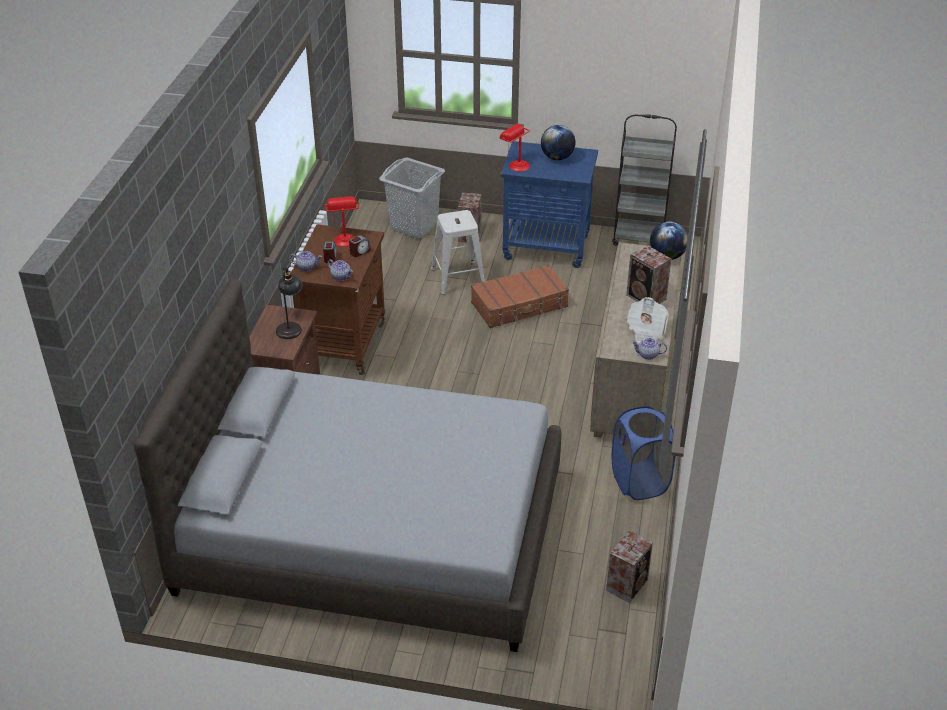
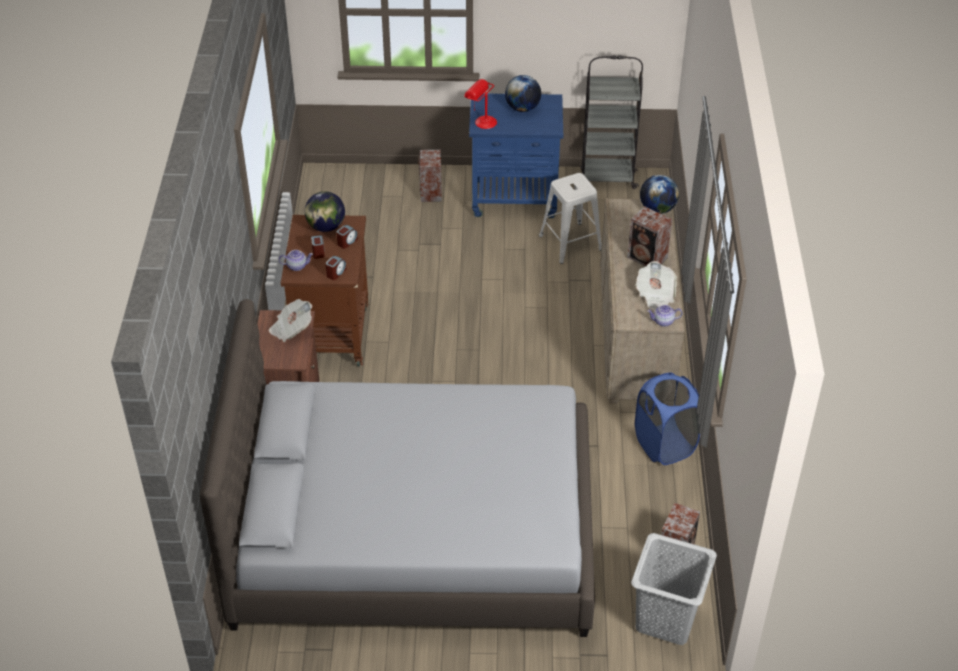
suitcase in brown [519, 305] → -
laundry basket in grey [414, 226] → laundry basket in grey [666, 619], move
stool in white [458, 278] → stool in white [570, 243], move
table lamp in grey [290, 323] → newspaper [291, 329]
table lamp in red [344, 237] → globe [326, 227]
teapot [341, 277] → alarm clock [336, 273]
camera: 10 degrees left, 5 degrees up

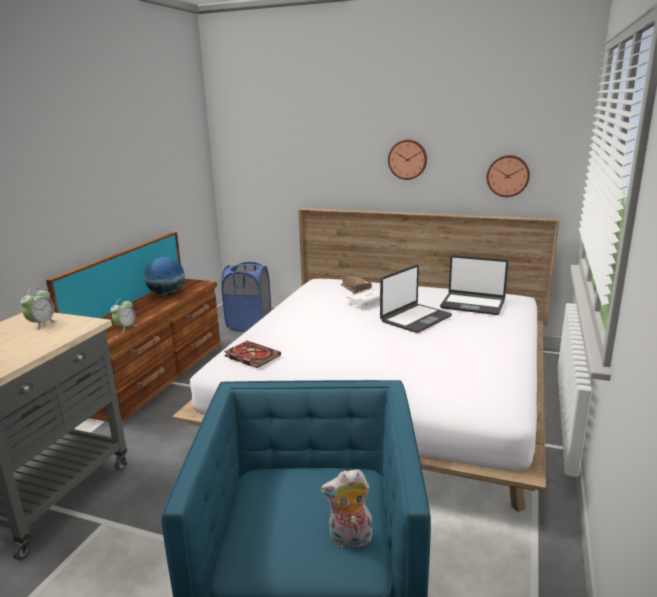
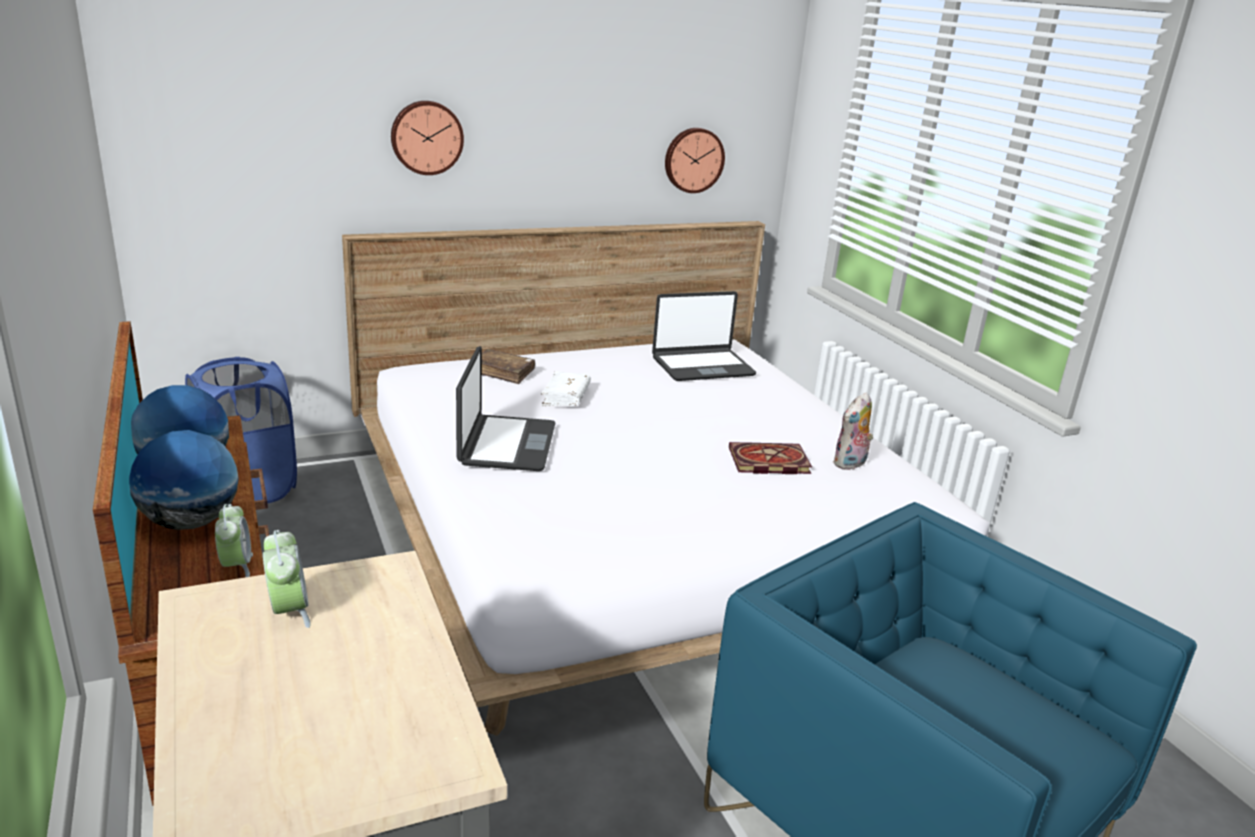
- → globe [191, 522]
book [250, 356] → book [767, 462], move
plush toy [349, 540] → plush toy [850, 464], move
laptop [415, 319] → laptop [506, 445], move
wall clock [407, 159] → wall clock [426, 137], move
camera: 45 degrees left, 5 degrees up

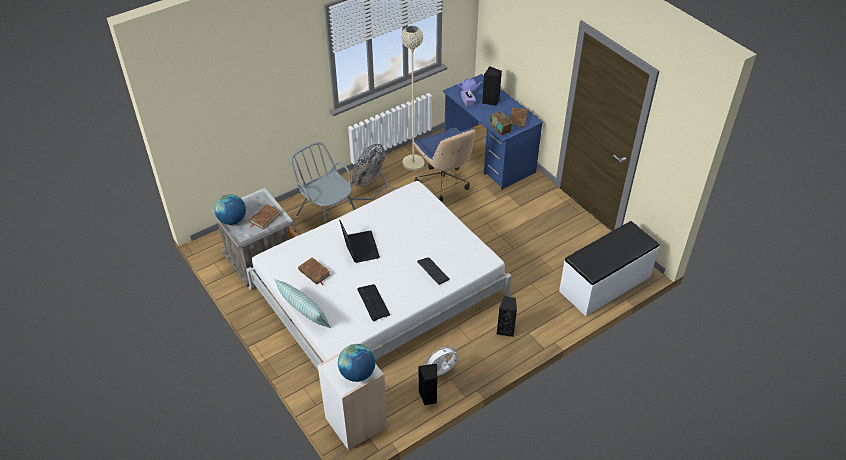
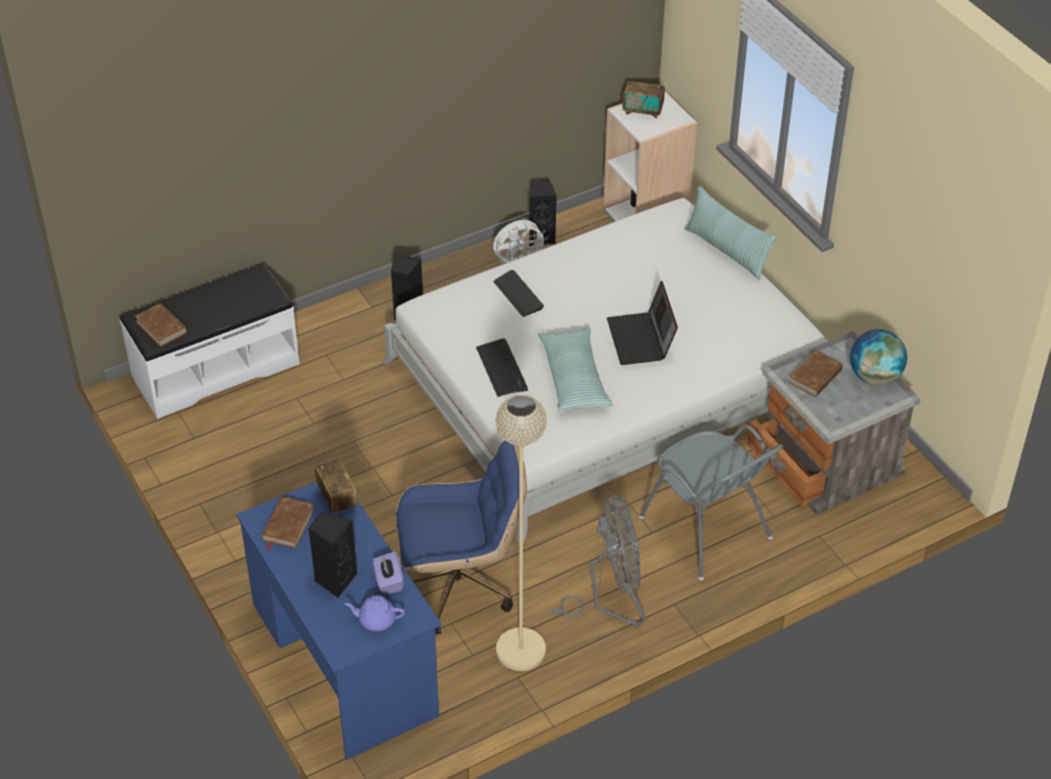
- → pillow [574, 378]
book in brown [314, 272] → book in brown [161, 327], move
keyboard [373, 302] → keyboard [502, 368], move
globe [357, 373] → radio [642, 110]
fan in grey [375, 189] → fan in grey [609, 589], 45 degrees counterclockwise
office chair in blue [443, 184] → office chair in blue [461, 590], 105 degrees clockwise
camera: 175 degrees left, 0 degrees up

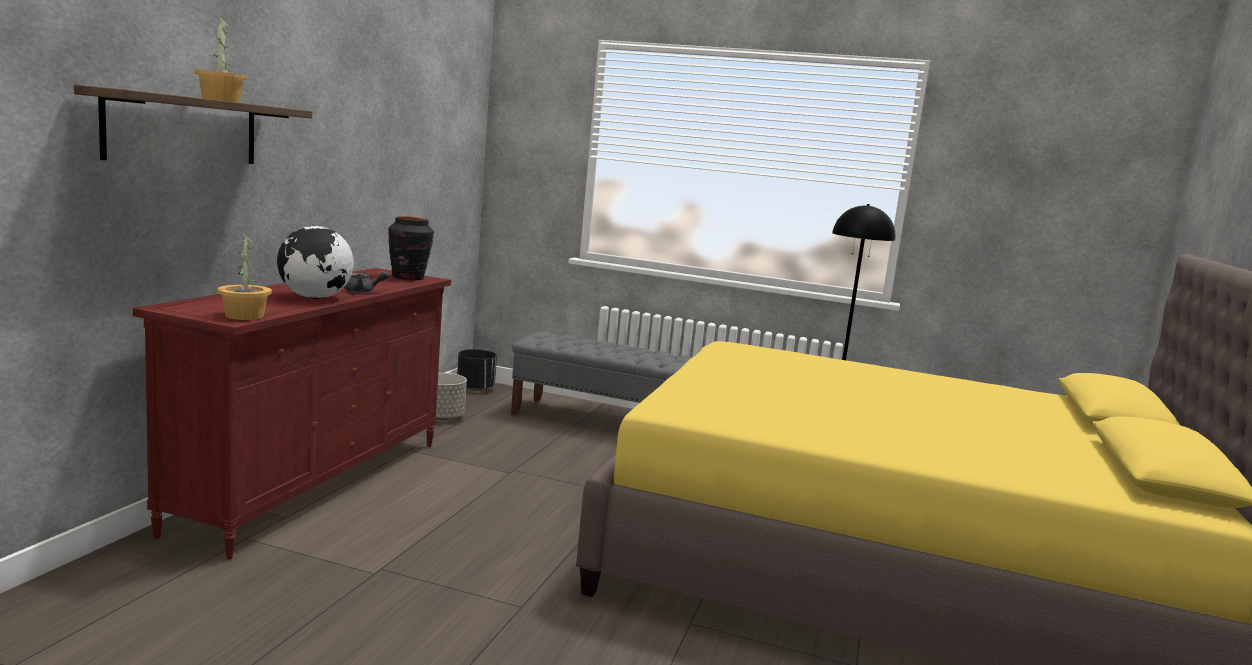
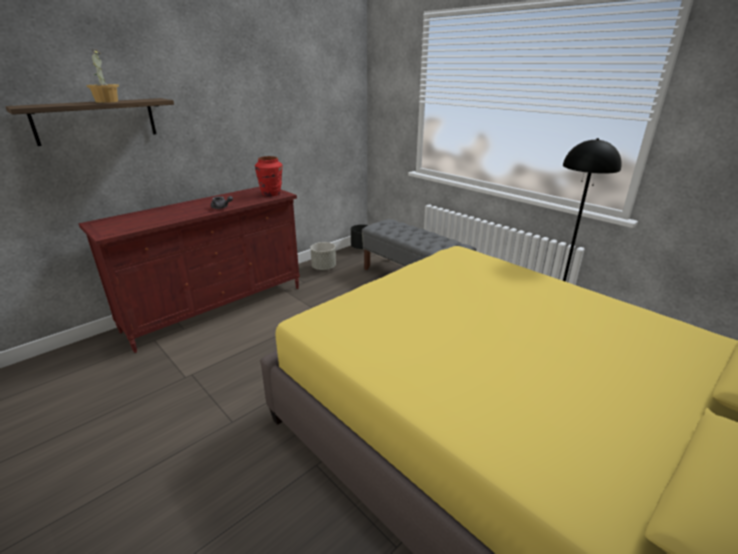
potted plant [243, 316] → -
globe [315, 298] → -
vase in black [408, 278] → vase in red [271, 194]
camera: 30 degrees right, 15 degrees up

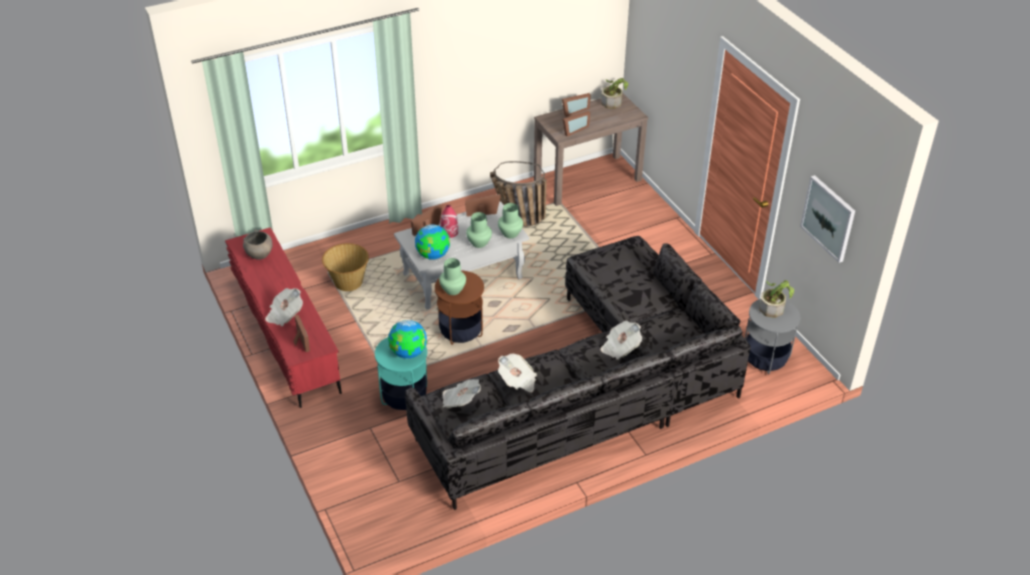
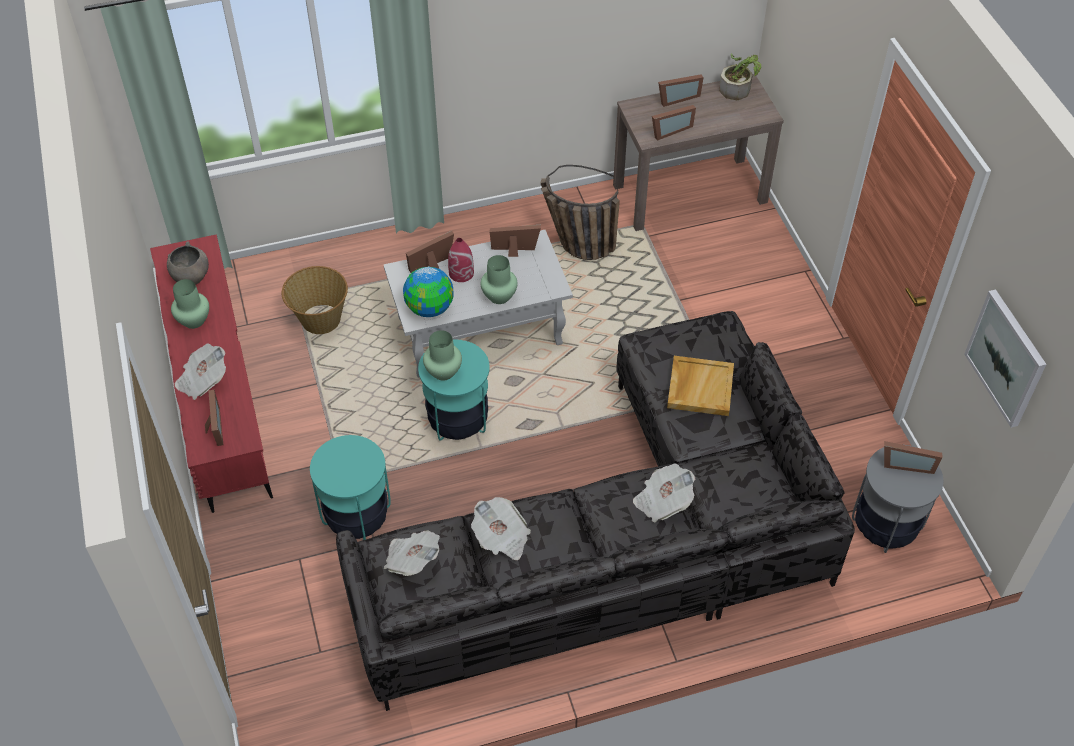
globe [408, 352] → -
- → tray in beige [699, 387]
vase in green [510, 233] → vase in green [194, 320], move
potted plant [774, 307] → picture frame [906, 463]
side table in brown [460, 332] → side table in turquoise [457, 420]
camera: 10 degrees right, 10 degrees up

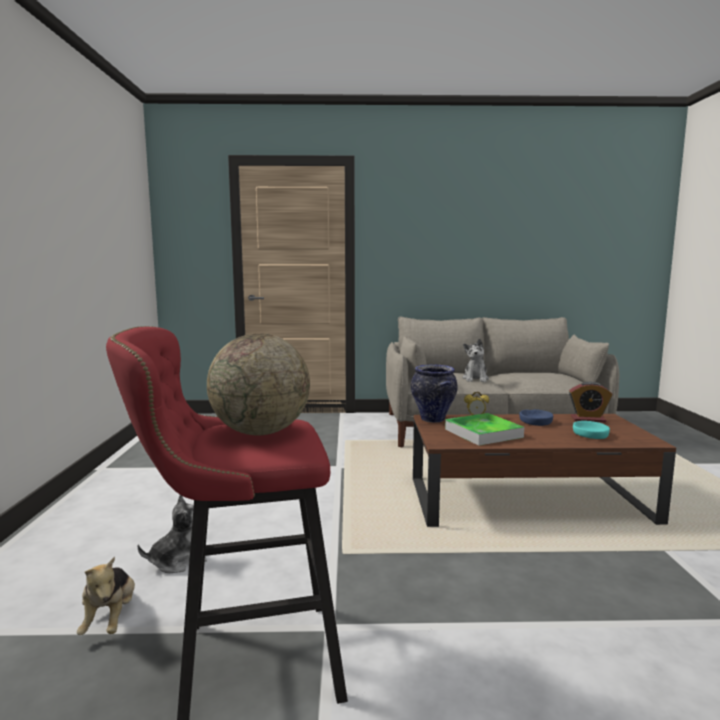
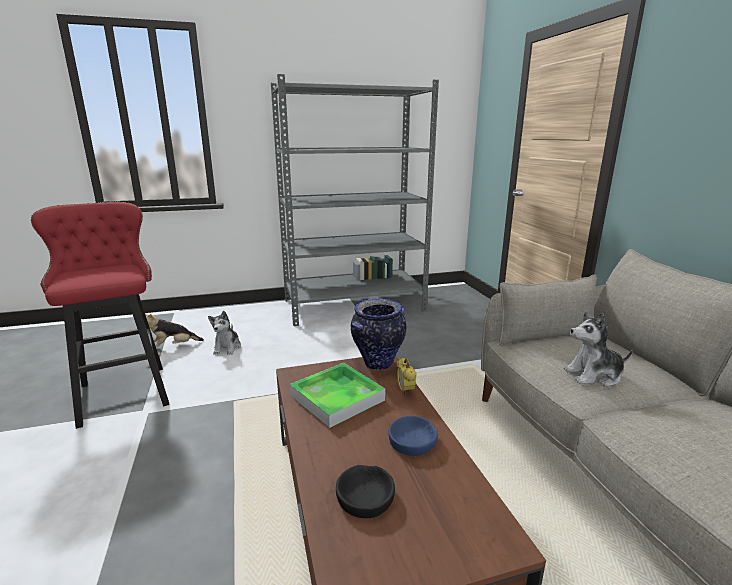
globe [261, 432] → -
alarm clock [588, 419] → -
- → bookcase in grey [354, 305]
bowl in turquoise [590, 434] → bowl in black [365, 497]
plush toy [178, 561] → plush toy [227, 347], 45 degrees clockwise
camera: 75 degrees right, 10 degrees up

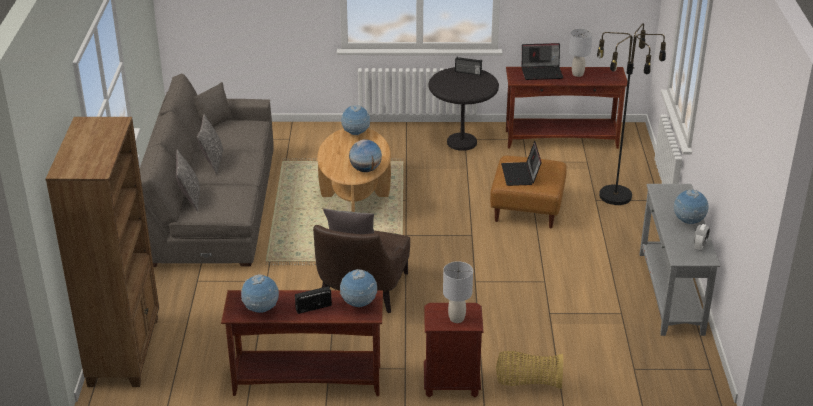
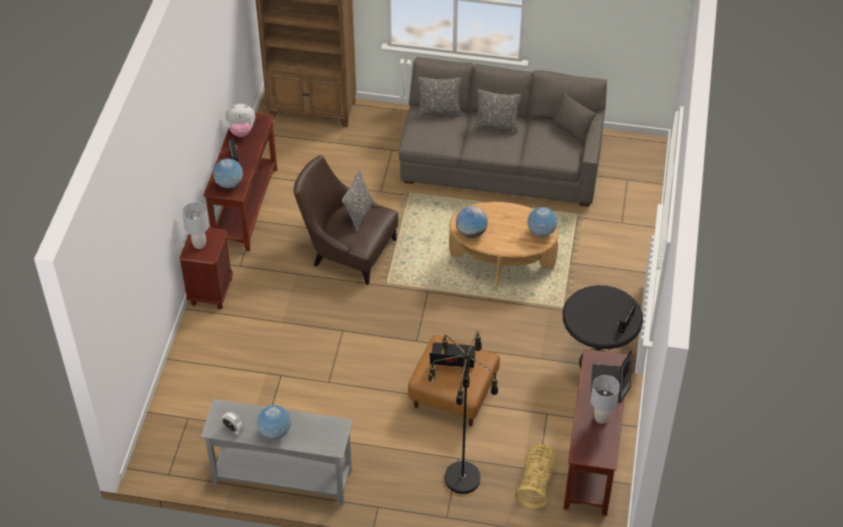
basket [528, 382] → basket [536, 483], move
globe [261, 310] → plush toy [242, 131]
camera: 100 degrees right, 15 degrees up

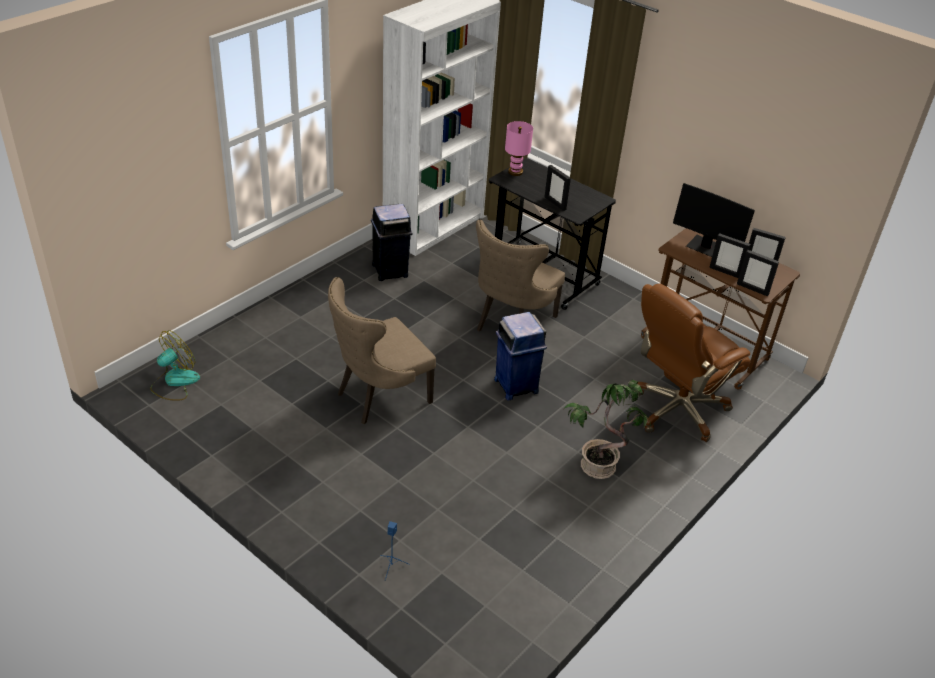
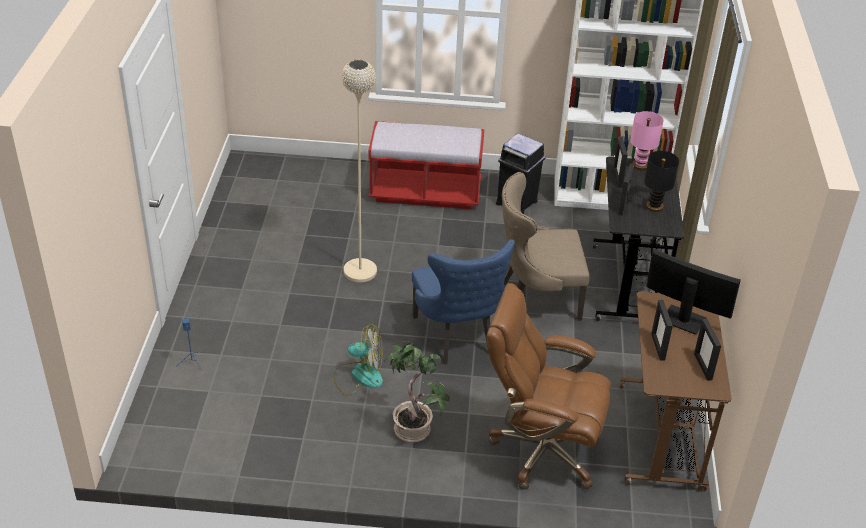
- → bench in red [425, 192]
- → table lamp in black [654, 207]
fan [174, 382] → fan [359, 375], move
picture frame [753, 288] → picture frame [618, 178], move
chair in beige [379, 396] → floor lamp in beige [360, 271]
trash can in blue [516, 385] → chair in blue [458, 336]
monitor [705, 247] → monitor [683, 320], 120 degrees clockwise
camera: 55 degrees right, 0 degrees up

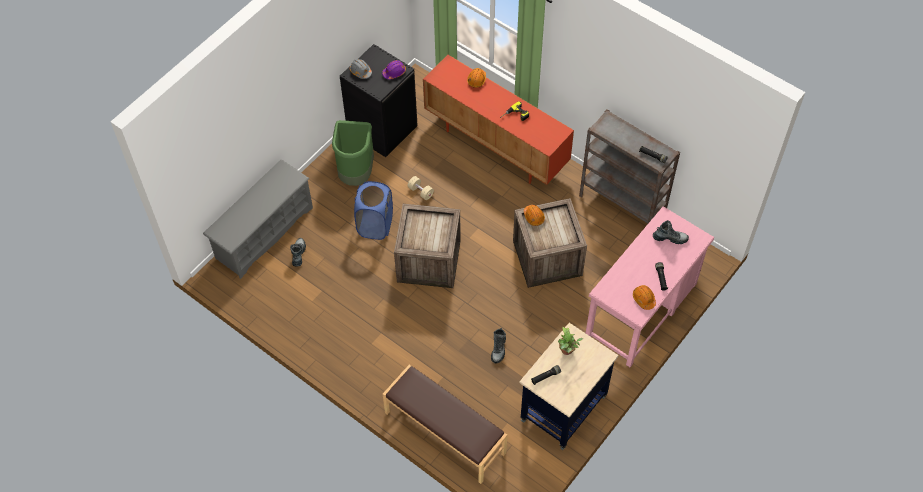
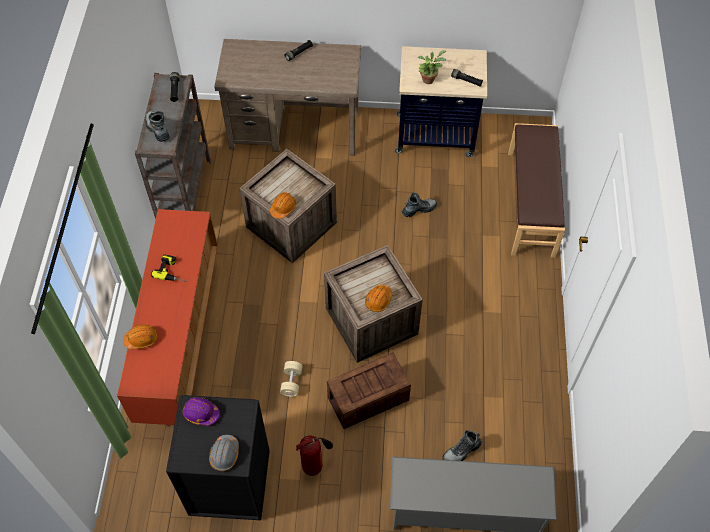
hard hat in orange [643, 299] → hard hat in orange [378, 300], move
boot [670, 238] → boot [157, 129], move
trash can in green [356, 174] → fire extinguisher [314, 465]
laundry basket in blue [375, 225] → crate [367, 399]
desk in pink [641, 311] → desk in brown [295, 130]
camera: 125 degrees left, 0 degrees up

